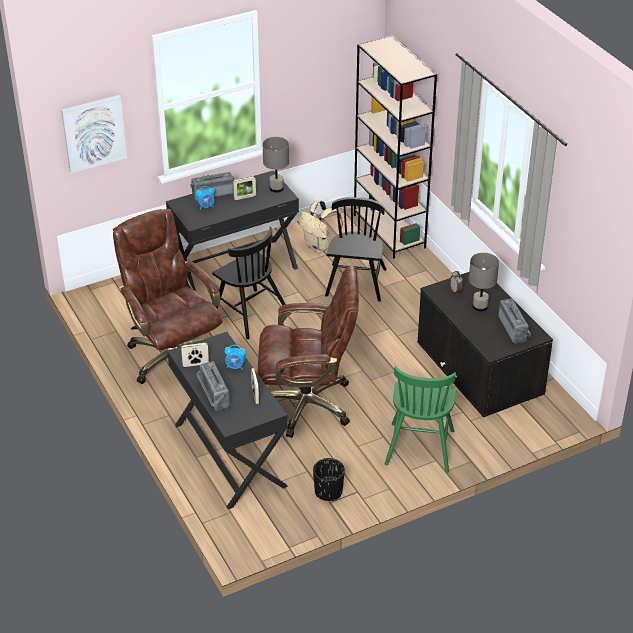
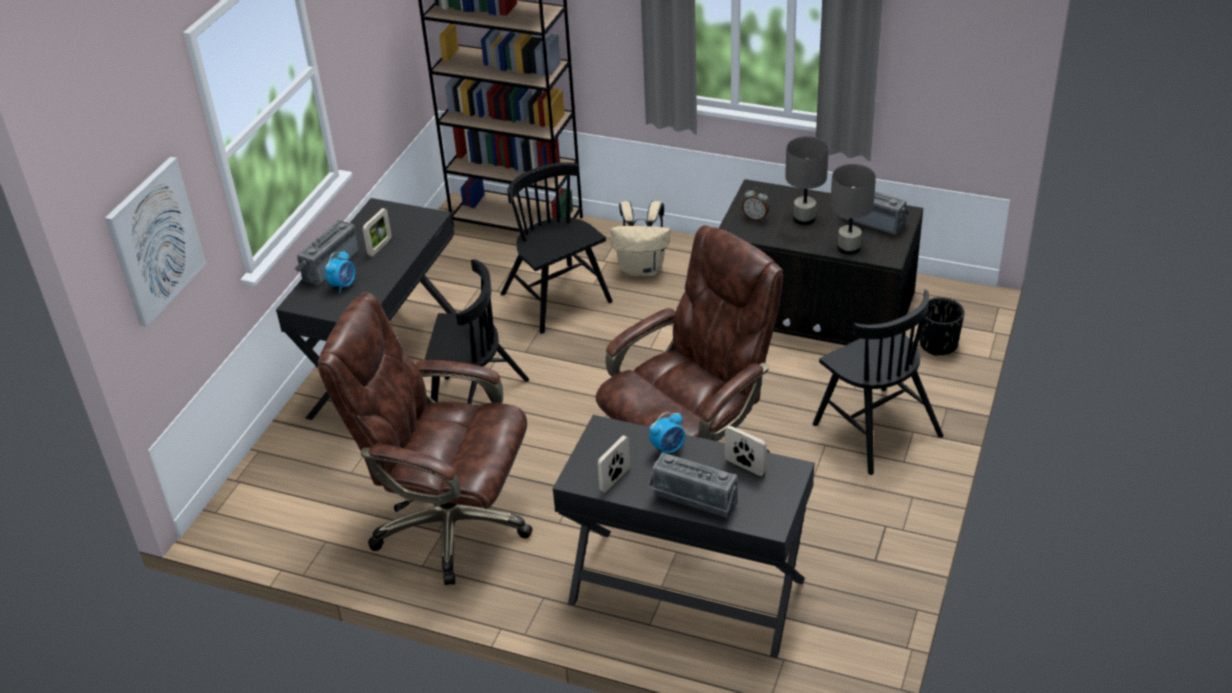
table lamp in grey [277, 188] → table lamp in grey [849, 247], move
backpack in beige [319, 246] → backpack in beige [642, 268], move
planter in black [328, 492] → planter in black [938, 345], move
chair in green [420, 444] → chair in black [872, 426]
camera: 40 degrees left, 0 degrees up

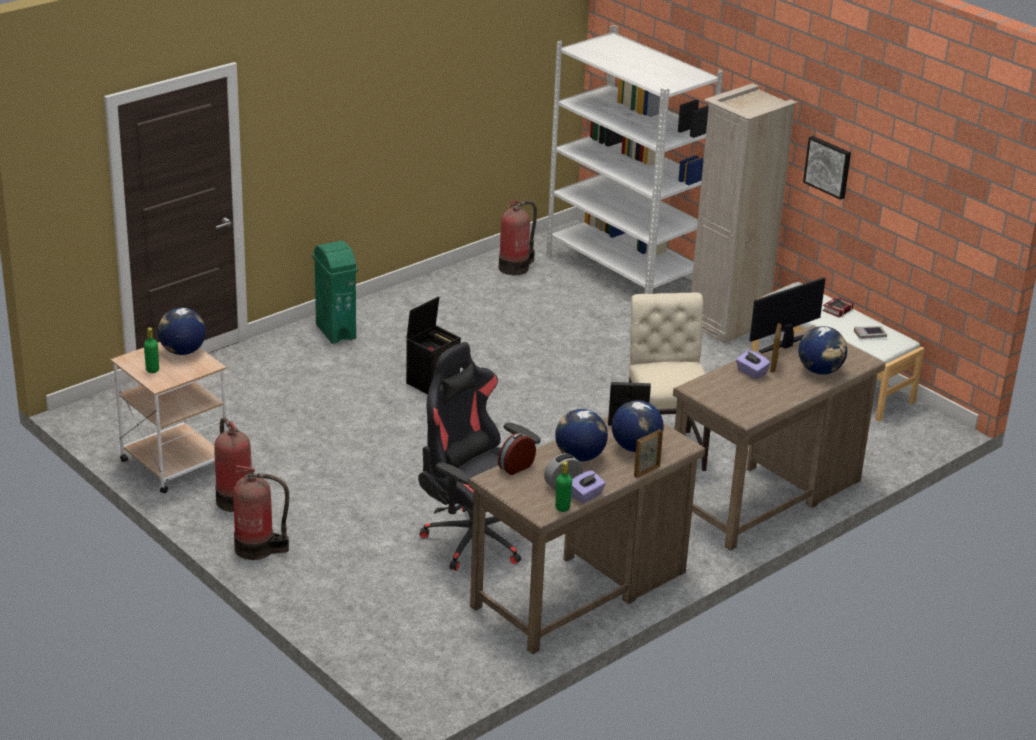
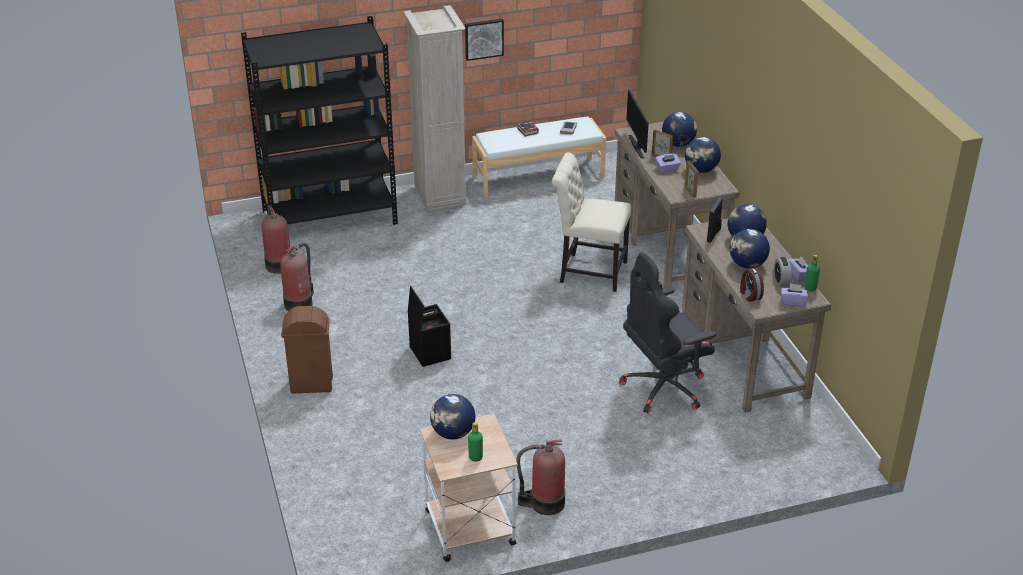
- → globe [701, 170]
- → tissue box in purple [793, 302]
fire extinguisher [258, 548] → fire extinguisher [299, 303], move
picture frame [646, 471] → picture frame [690, 192], move
trash can in green [336, 331] → trash can in brown [311, 385]
bookcase in white [623, 273] → bookcase in black [330, 217]
camera: 65 degrees left, 5 degrees up

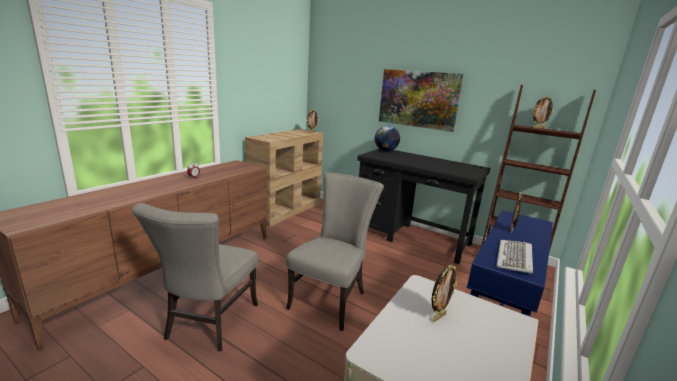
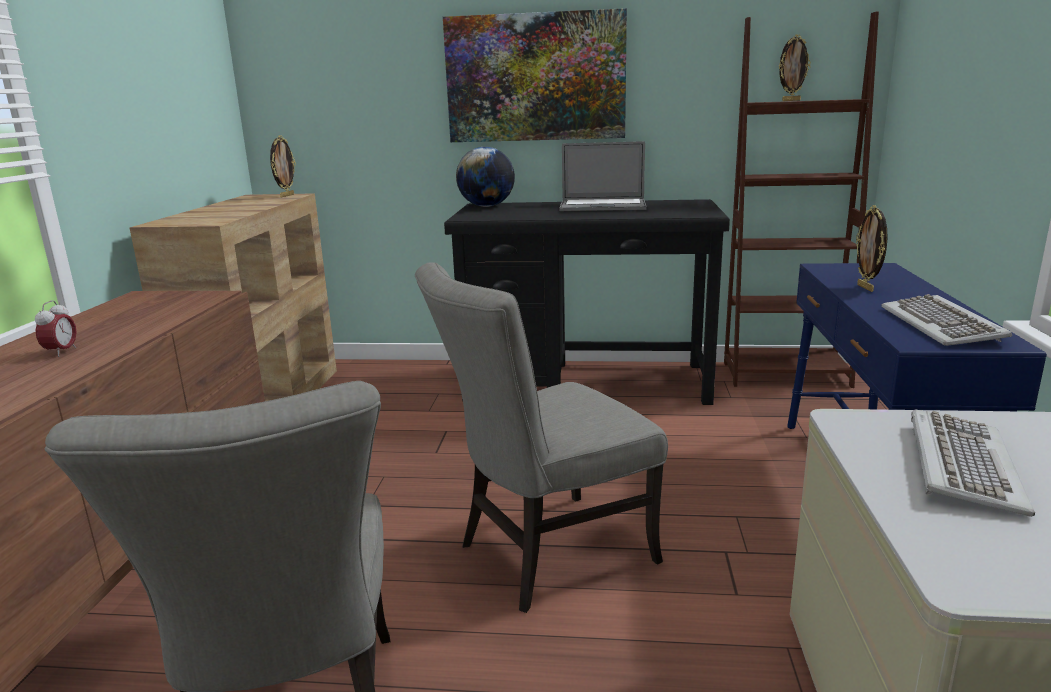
- → laptop [602, 206]
picture frame [438, 317] → keyboard [960, 465]
chair in grey [331, 298] → chair in grey [545, 554], 120 degrees counterclockwise
camera: 25 degrees left, 0 degrees up

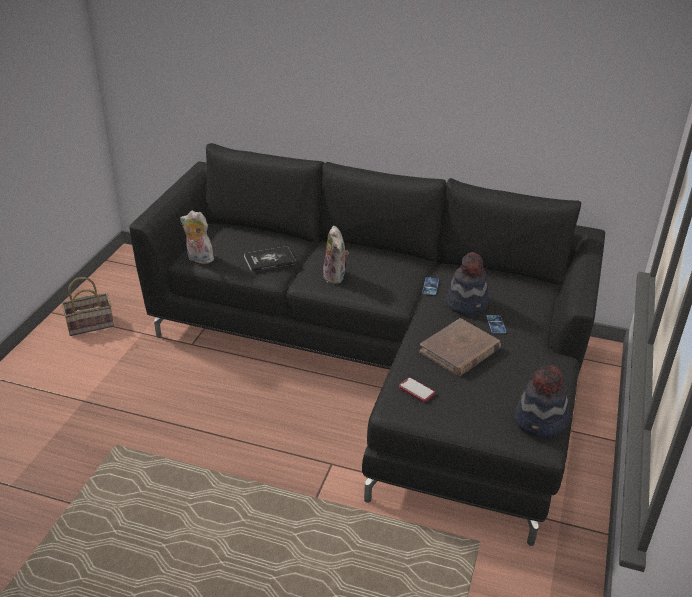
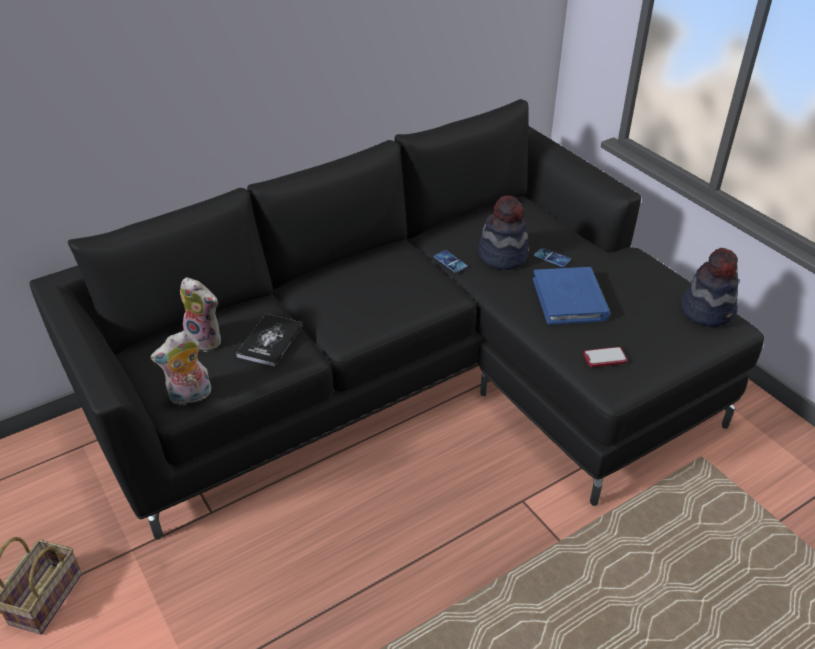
plush toy [336, 277] → plush toy [206, 340], move
book in brown [460, 350] → book in blue [570, 299]
camera: 50 degrees left, 5 degrees up

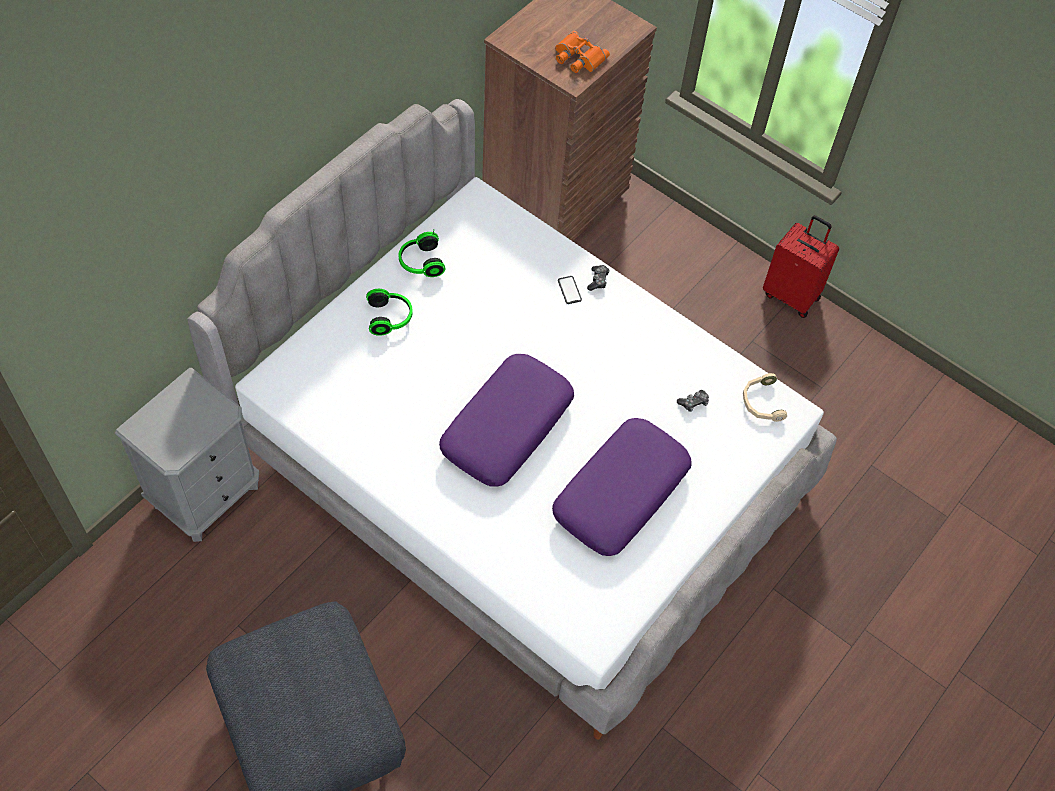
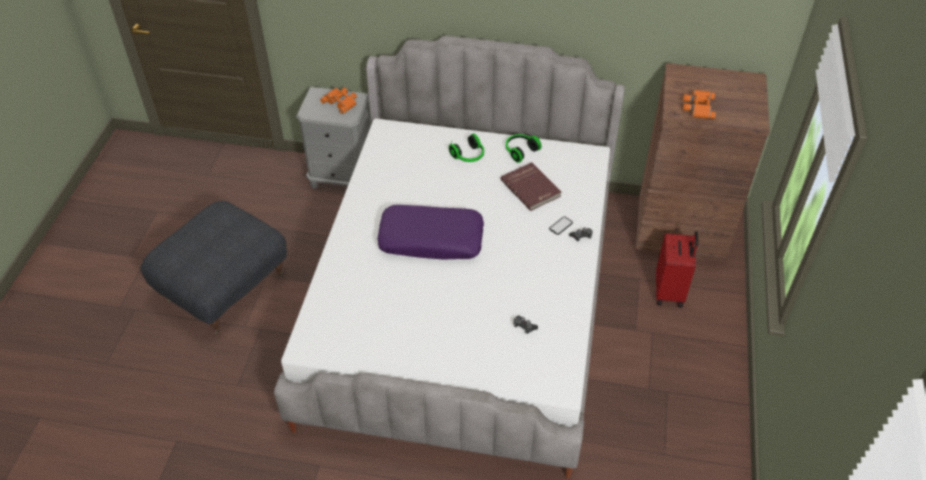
pillow in purple [620, 492] → -
headphones in beige [761, 402] → -
- → binoculars in orange [341, 102]
- → book in red [531, 188]
suitcase in red [791, 295] → suitcase in red [670, 292], move
camera: 65 degrees right, 10 degrees down

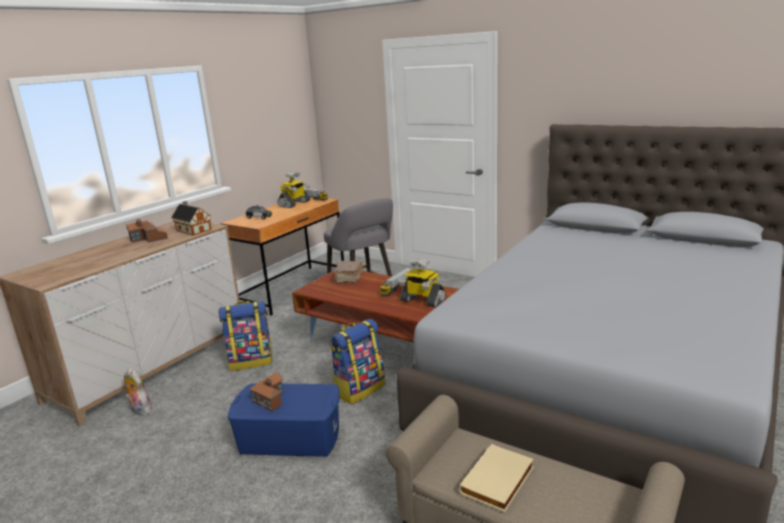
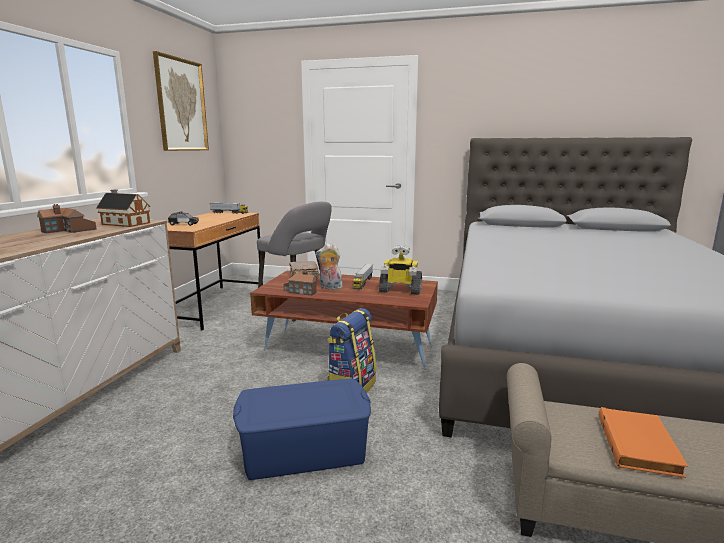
backpack [251, 361] → -
toy robot [294, 204] → -
- → picture [181, 105]
plush toy [140, 410] → plush toy [329, 288], move
toy house [269, 398] → toy house [301, 290], move
book in beige [498, 481] → book in orange [640, 446]
camera: 20 degrees left, 5 degrees down

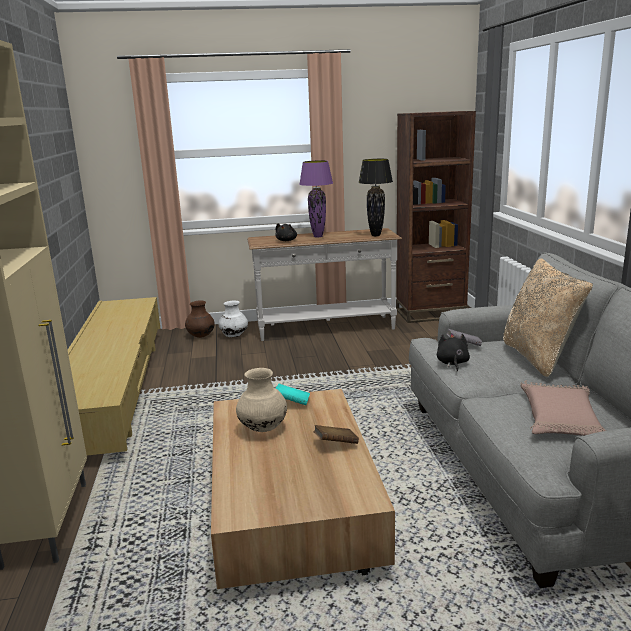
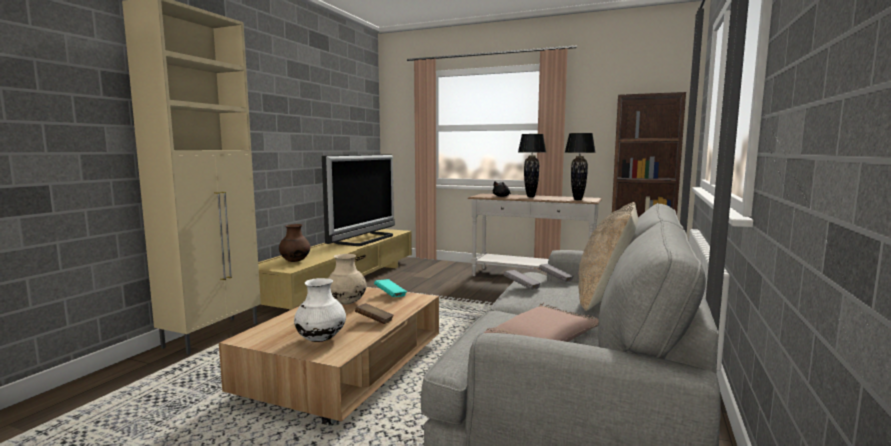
- → television [366, 239]
vase in brown [201, 336] → vase in brown [295, 261], move
vase in white [234, 336] → vase in white [321, 339], move
plush toy in black [452, 363] → book in grey [522, 288]
table lamp in purple [318, 236] → table lamp in black [530, 196]
camera: 30 degrees right, 10 degrees down

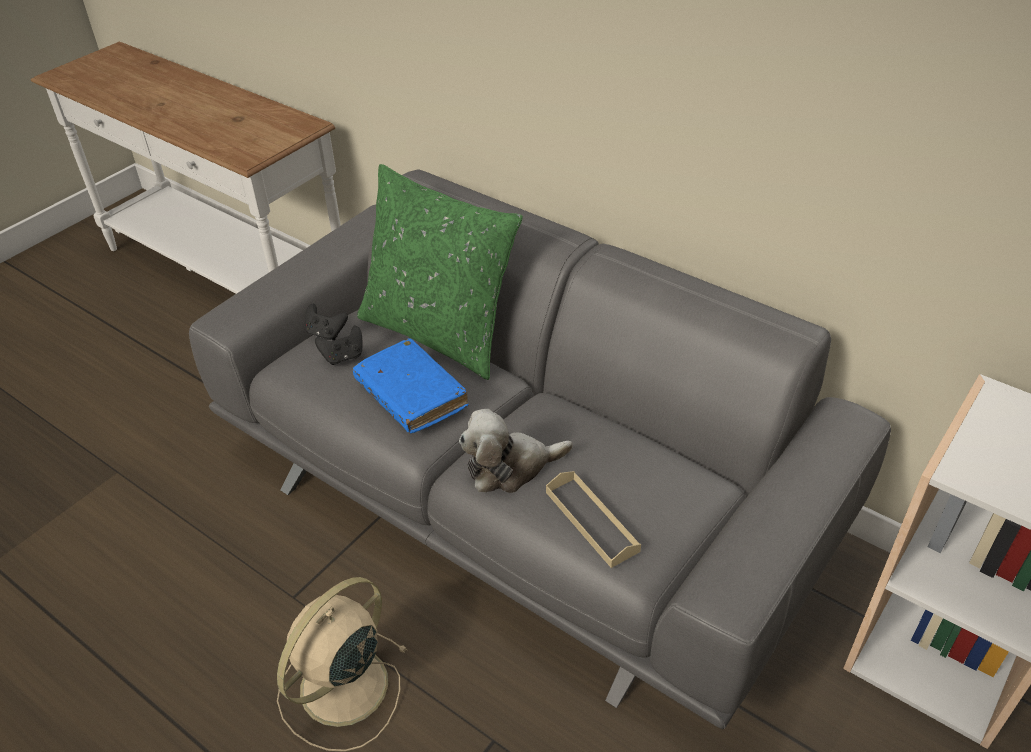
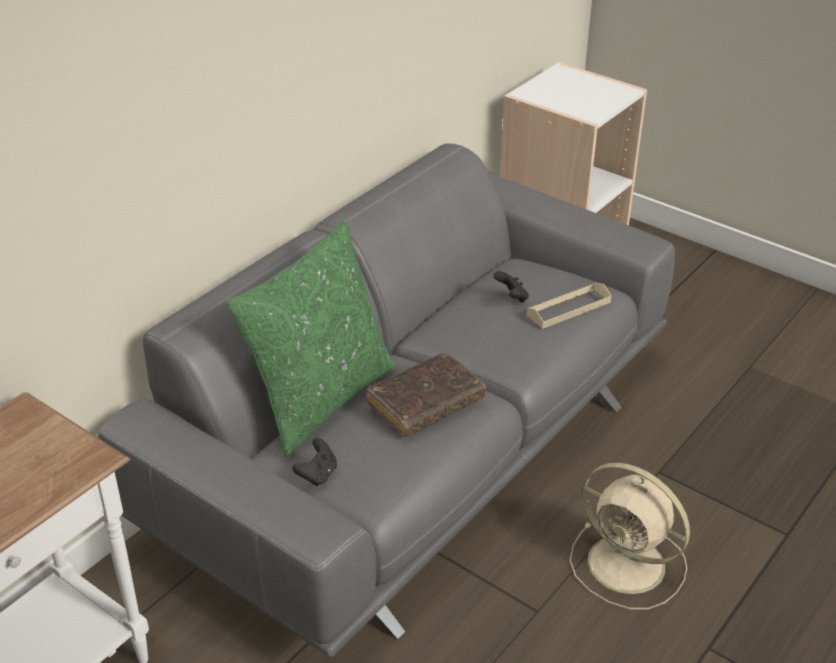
plush toy [510, 467] → -
game controller in black [343, 357] → game controller in black [512, 297], move
book in blue [411, 395] → book in brown [425, 404]
camera: 90 degrees left, 5 degrees down

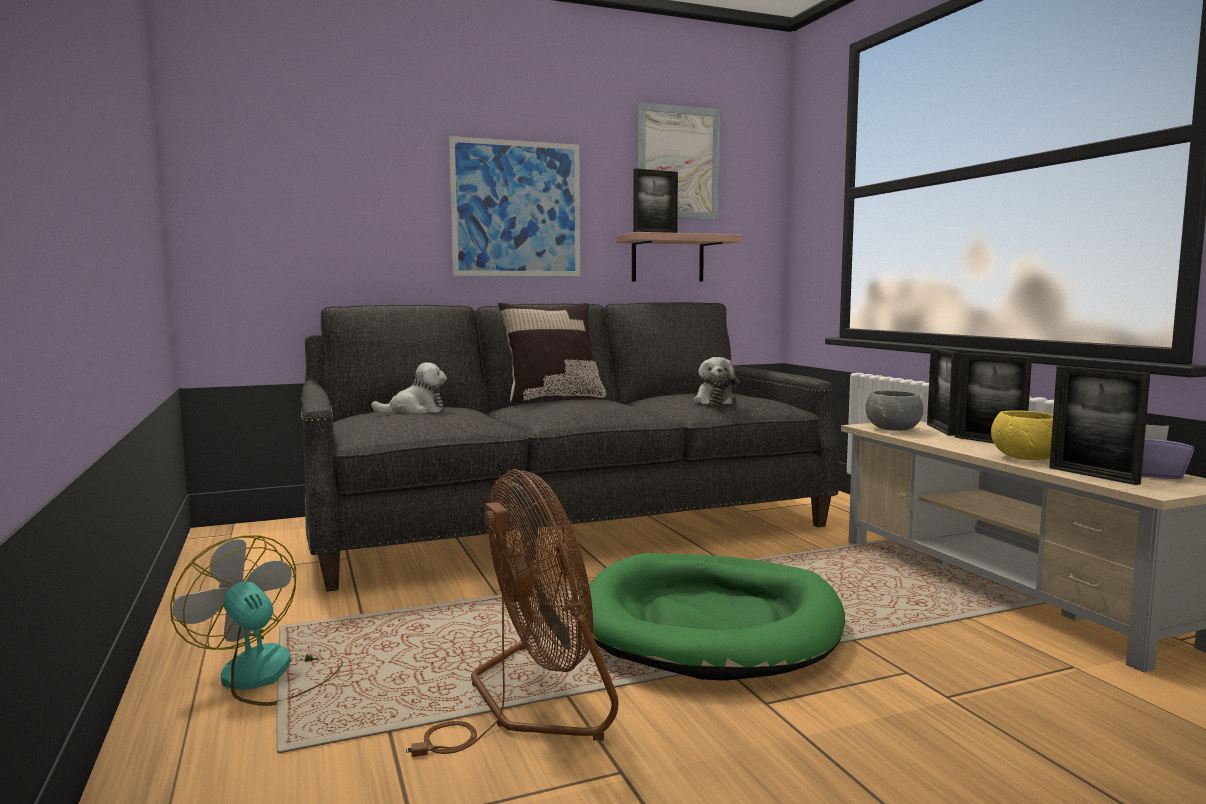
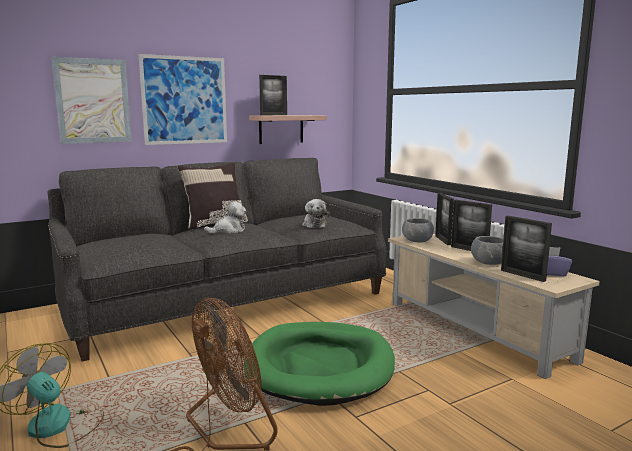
plush toy [415, 411] → plush toy [228, 231], move
picture [677, 163] → picture [93, 101], move
bowl in yellow [1026, 458] → bowl in grey [488, 263]
camera: 10 degrees left, 5 degrees up

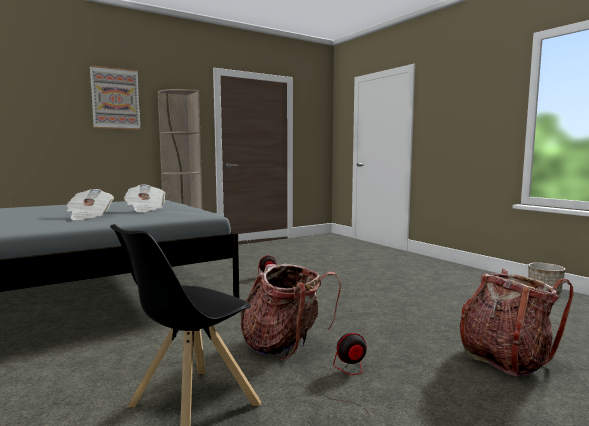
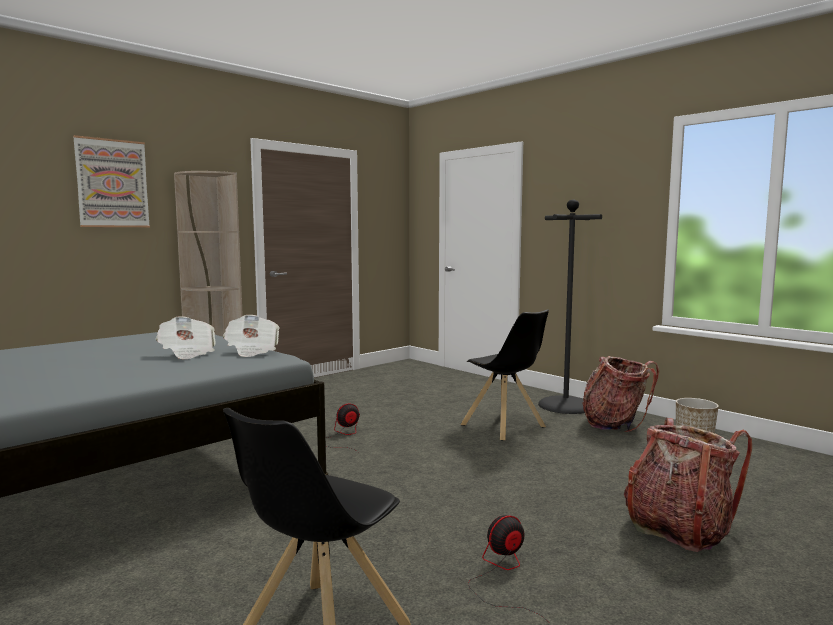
- → chair in black [504, 426]
- → clothes rack in black [565, 405]
newspaper [89, 216] → newspaper [252, 351], move
backpack [285, 345] → backpack [615, 424], move
camera: 10 degrees left, 0 degrees up

